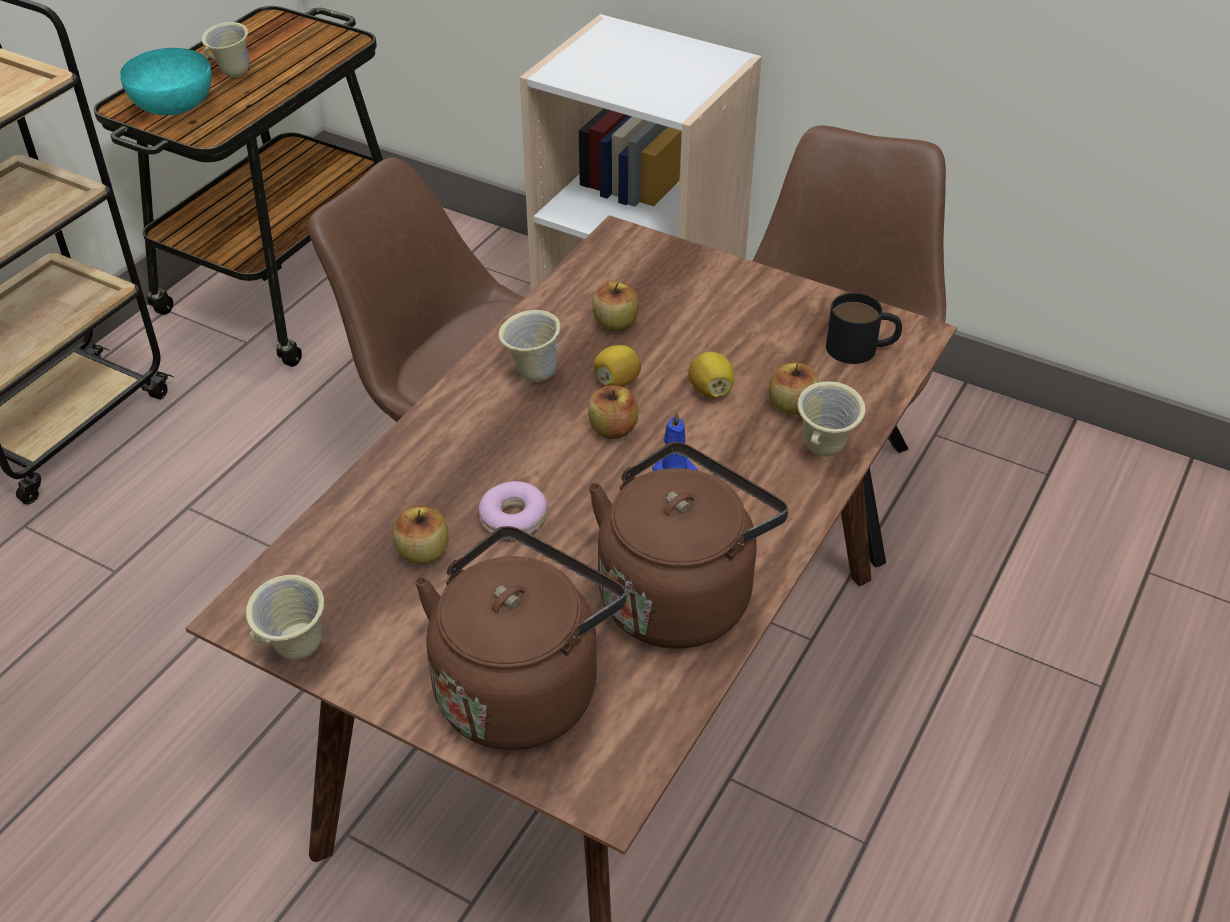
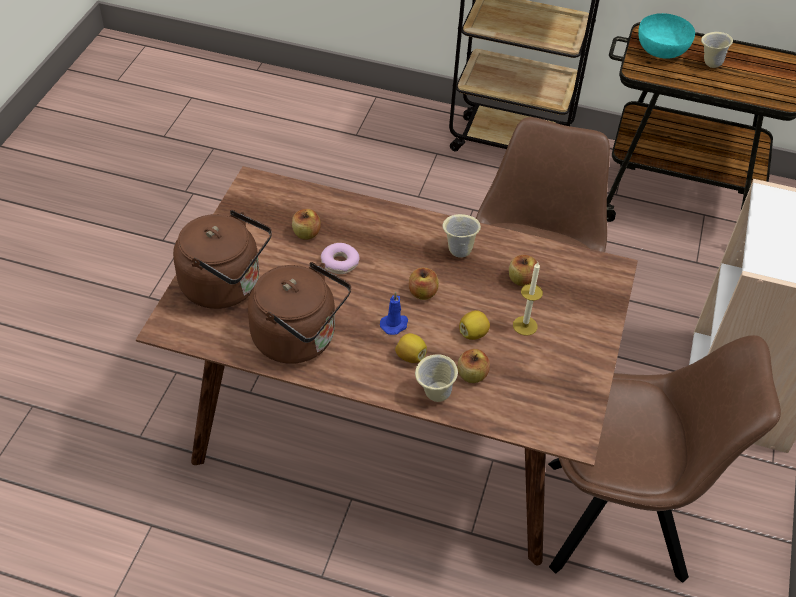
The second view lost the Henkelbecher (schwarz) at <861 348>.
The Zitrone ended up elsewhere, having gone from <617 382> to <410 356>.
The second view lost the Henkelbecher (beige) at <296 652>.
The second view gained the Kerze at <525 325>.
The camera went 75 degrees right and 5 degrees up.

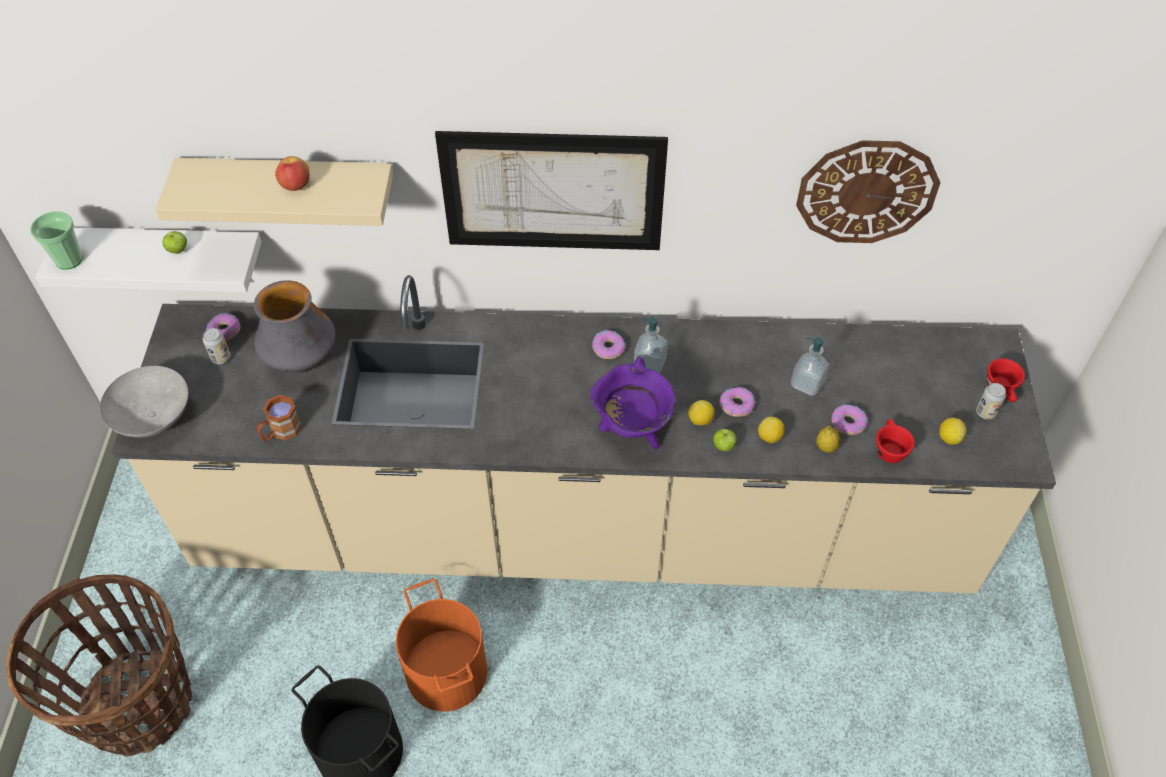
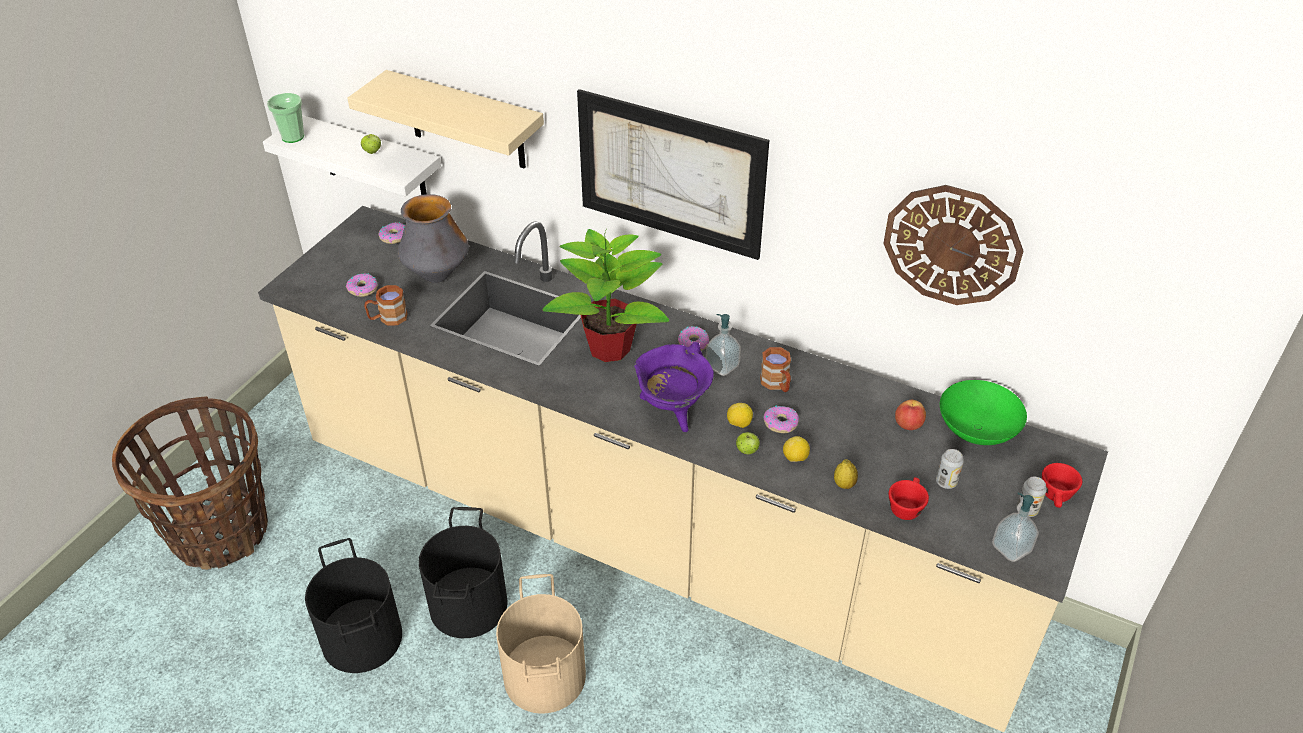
The Apfel ended up elsewhere, having gone from <296 185> to <908 425>.
The Dose ended up elsewhere, having gone from <221 357> to <946 482>.
The Seifenspender ended up elsewhere, having gone from <807 384> to <1011 548>.
The second view lost the Schüssel (grau) at <155 419>.
The Donut ended up elsewhere, having gone from <848 423> to <362 289>.
The second view lost the Zitrone at <949 438>.
What was the Eimer (orange) at <448 671> turned into the Eimer (schwarz) at <469 605>.
The second view gained the Topfpflanze at <611 348>.
The second view gained the Henkelbecher (braun) at <777 384>.
The second view gained the Schüssel (grün) at <976 430>.
The second view gained the Eimer (beige) at <546 676>.
The camera went 25 degrees right and 10 degrees down.

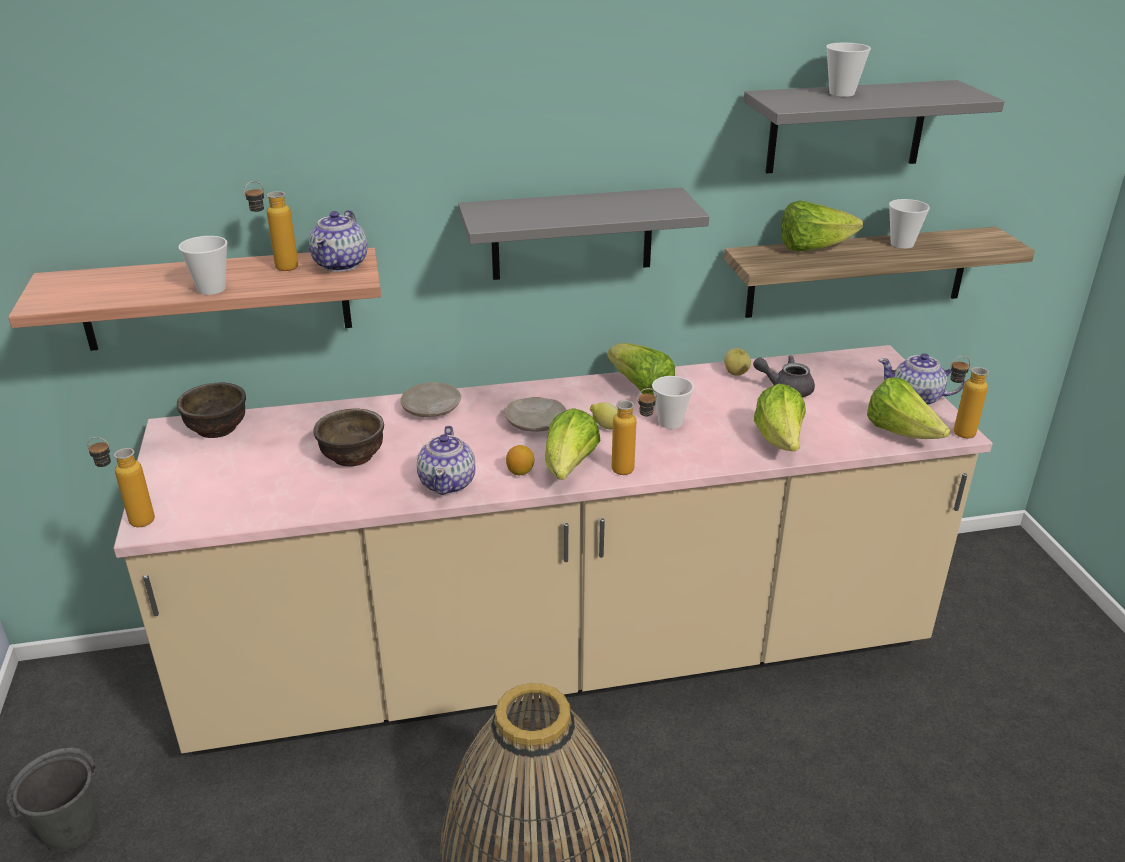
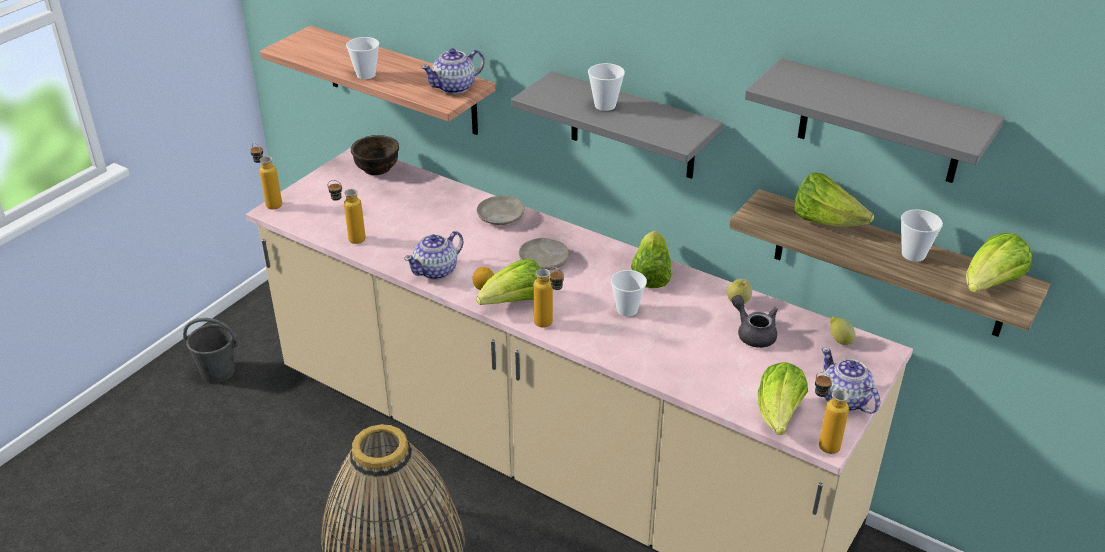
The Tasse ended up elsewhere, having gone from <842 93> to <605 105>.
The Flasche ended up elsewhere, having gone from <278 269> to <350 239>.
The Salatkopf ended up elsewhere, having gone from <779 441> to <989 286>.
The Zitrone ended up elsewhere, having gone from <605 427> to <839 340>.
The second view lost the Schüssel (braun) at <353 456>.
The camera went 45 degrees right and 5 degrees up.

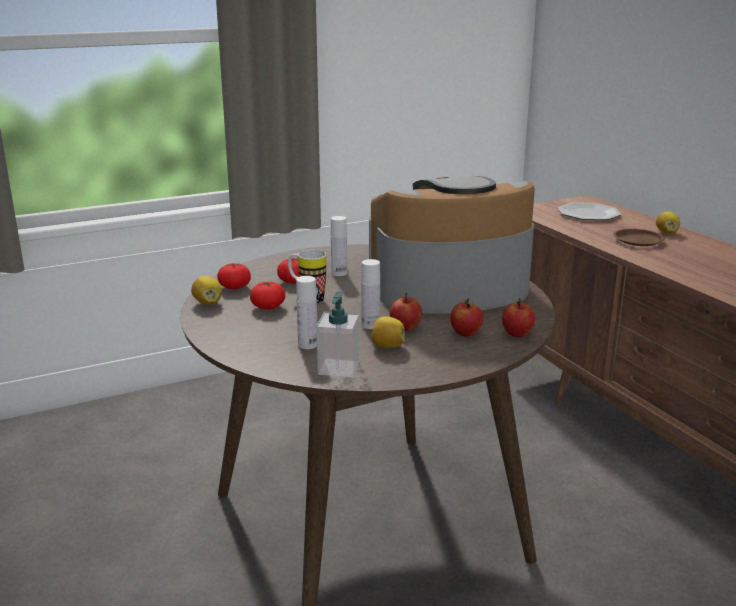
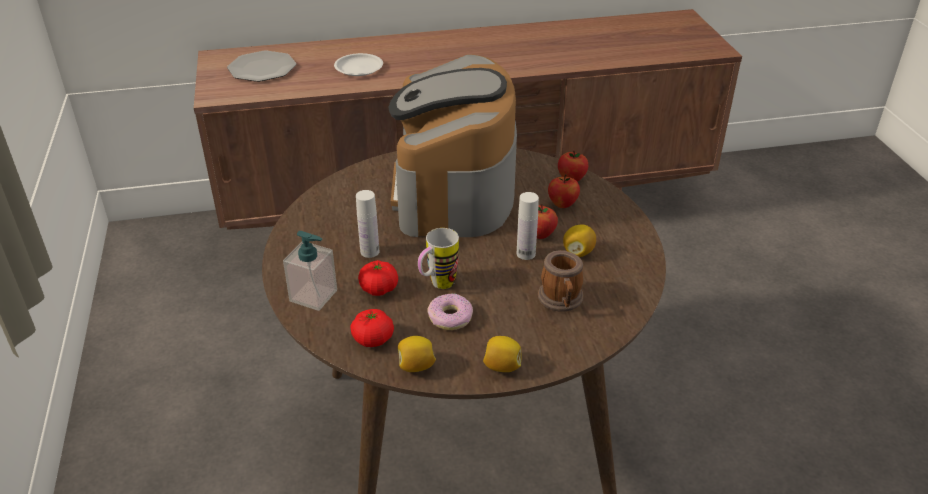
The Zitrone ended up elsewhere, having gone from <666 232> to <501 366>.
What was the Teller (braun) at <637 240> turned into the Teller (weiß) at <358 68>.
Where the Flasche (weiß) stood at <308 345>, the Henkelbecher came to stand at <561 301>.
Where the Tomate stood at <268 307>, the Donut came to stand at <450 317>.
The Seifenspender ended up elsewhere, having gone from <338 368> to <313 296>.
The camera went 75 degrees left and 15 degrees up.

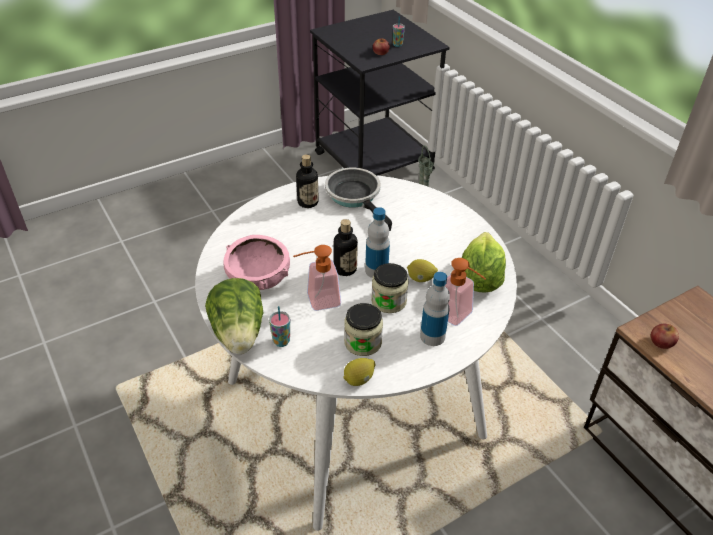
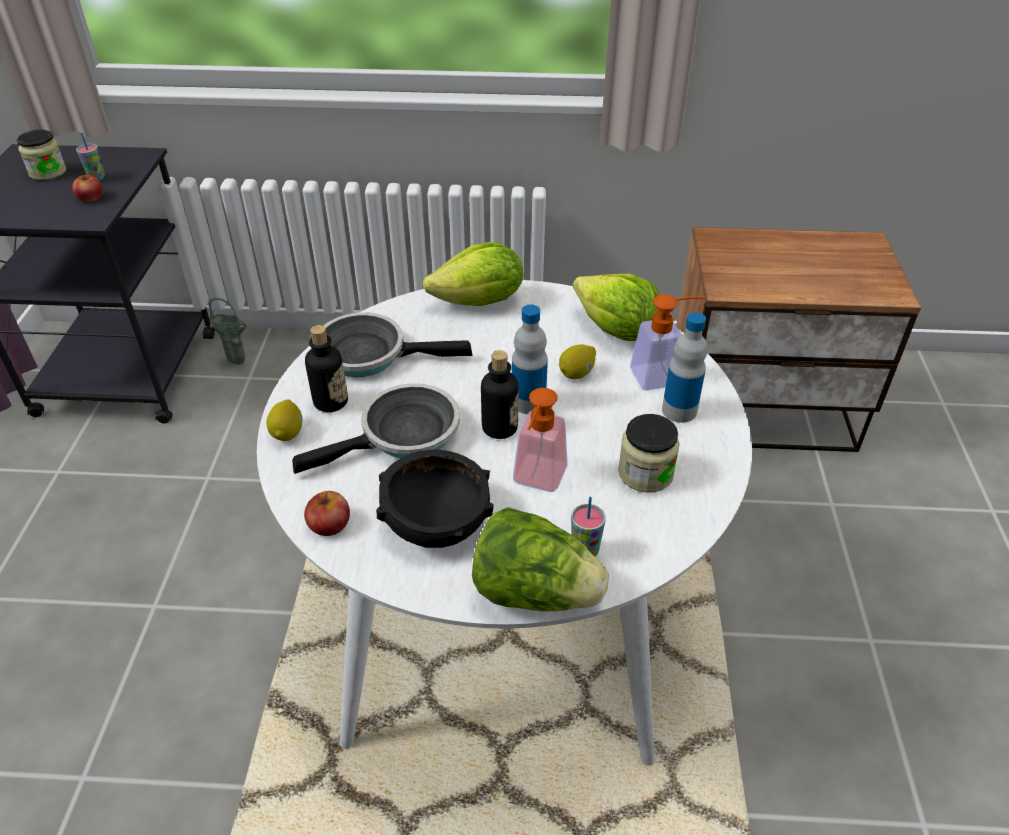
What was the Schüssel (rosa) at <258 278> turned into the Schüssel (schwarz) at <436 521>.
The Vorratsglas ended up elsewhere, having gone from <389 301> to <48 172>.
The Apfel ended up elsewhere, having gone from <661 342> to <329 524>.
The Zitrone ended up elsewhere, having gone from <359 379> to <288 433>.
The second view gained the Salatkopf at <480 302>.
The second view gained the Pfanne at <403 436>.
The camera went 55 degrees left and 0 degrees up.

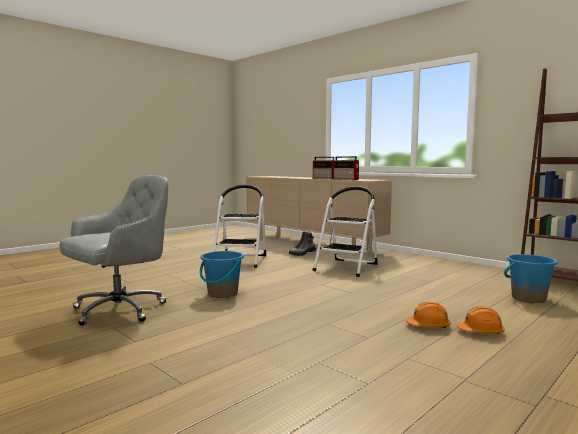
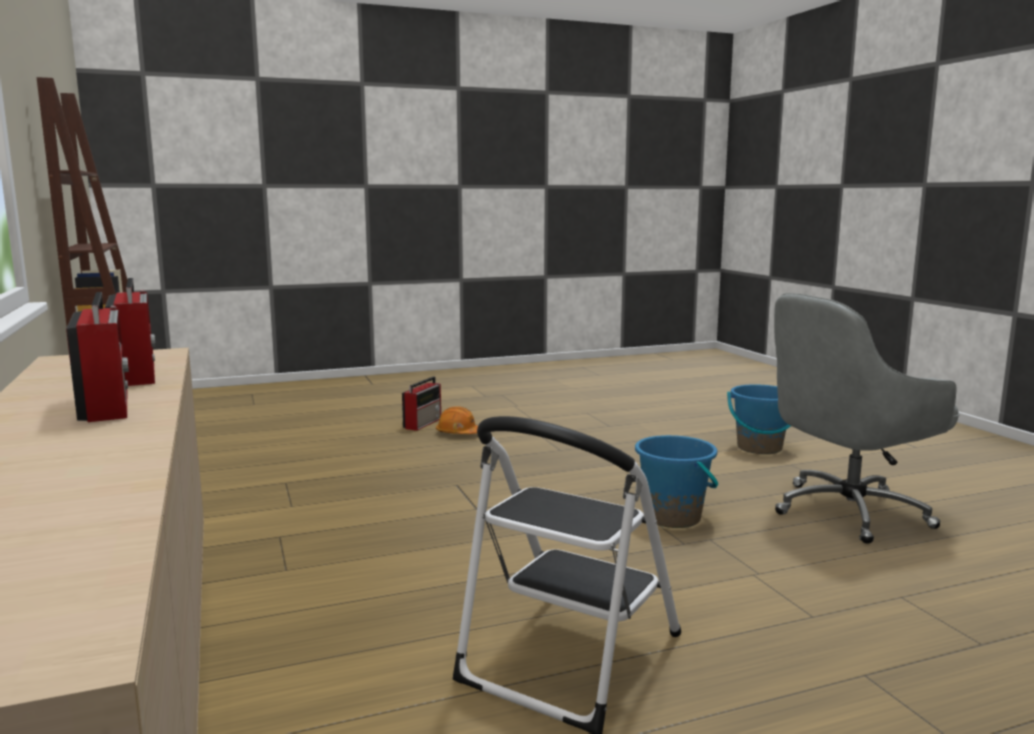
The second view lost the Trittleiter at <347 267>.
The second view lost the Stiefel at <302 254>.
The Eimer (blau) ended up elsewhere, having gone from <528 298> to <759 448>.
Where the Schutzhelm (orange) stood at <480 331>, the Radio came to stand at <423 423>.
The camera went 155 degrees left and 5 degrees up.

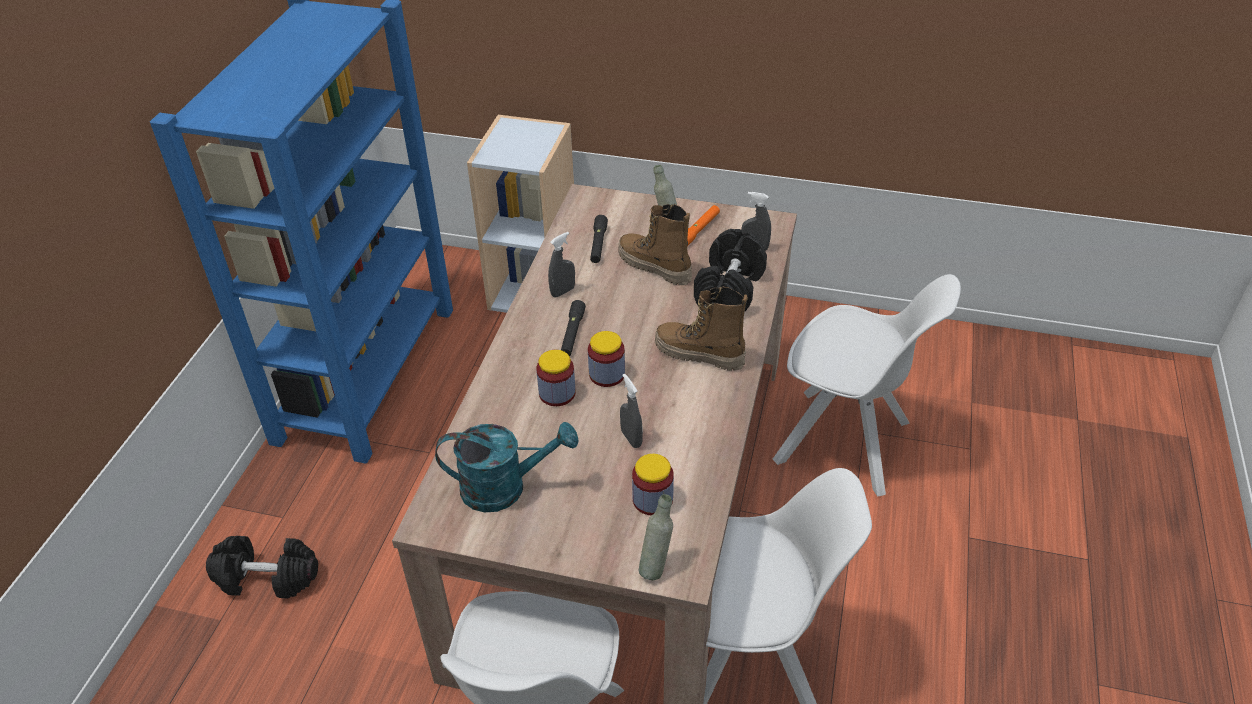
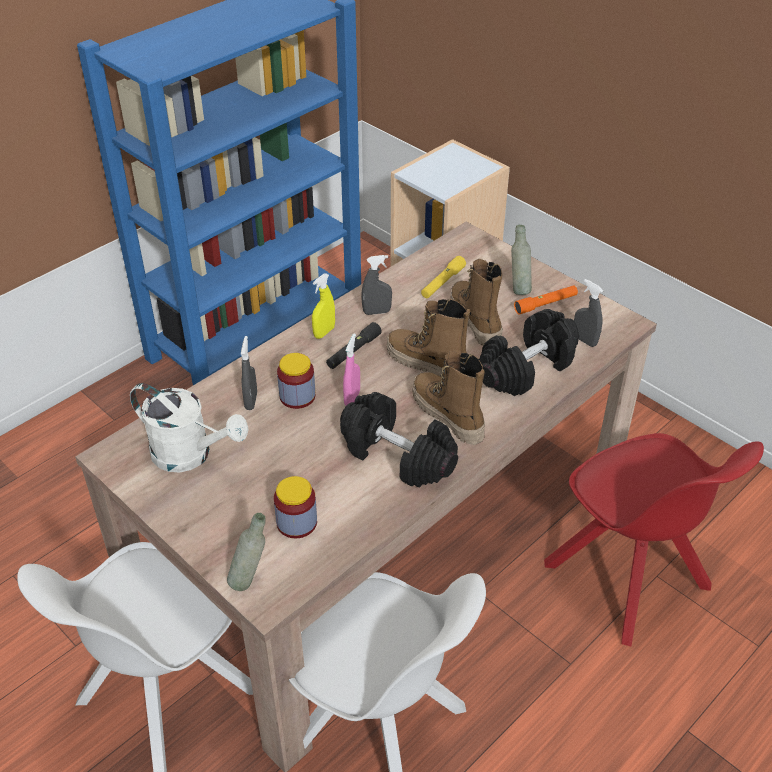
What was the Taschenlampe (schwarz) at <598 244> turned into the Taschenlampe (gelb) at <442 283>.
What was the Stuhl (weiß) at <845 443> turned into the Stuhl (rot) at <628 578>.
Where the Vorratsglas stood at <607 374>, the Sprühflasche (rosa) came to stand at <352 398>.
The Sprühflasche (grau) ended up elsewhere, having gone from <631 438> to <251 401>.
What was the Gießkanne (türkis) at <505 487> turned into the Gießkanne (weiß) at <190 455>.
The Hantel (schwarz) ended up elsewhere, having gone from <267 578> to <397 456>.
The second view gained the Sprühflasche (gelb) at <324 332>.
The second view gained the Stiefel at <427 365>.
The camera went 30 degrees right and 0 degrees up.

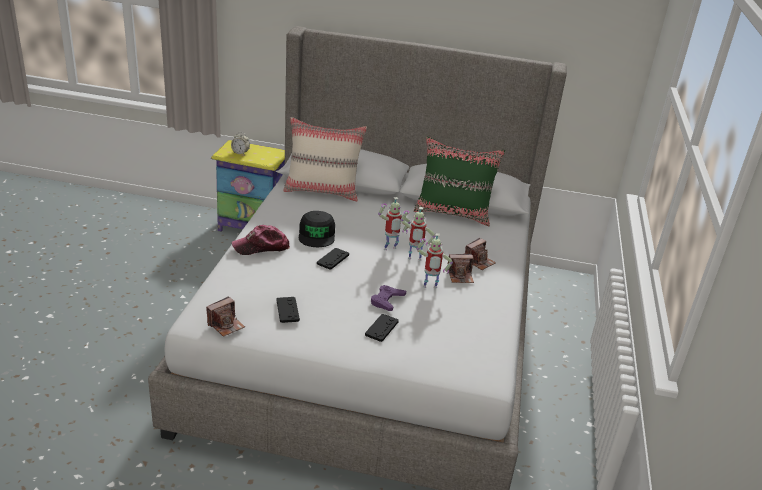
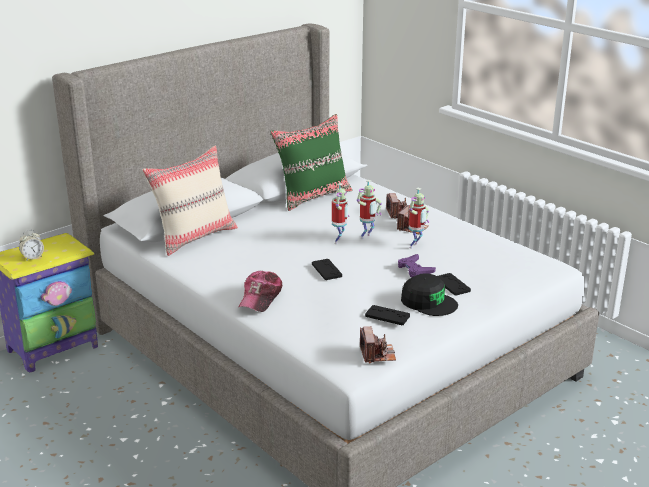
The Kappe (schwarz) ended up elsewhere, having gone from <317 234> to <428 302>.
The camera went 50 degrees left and 5 degrees down.

